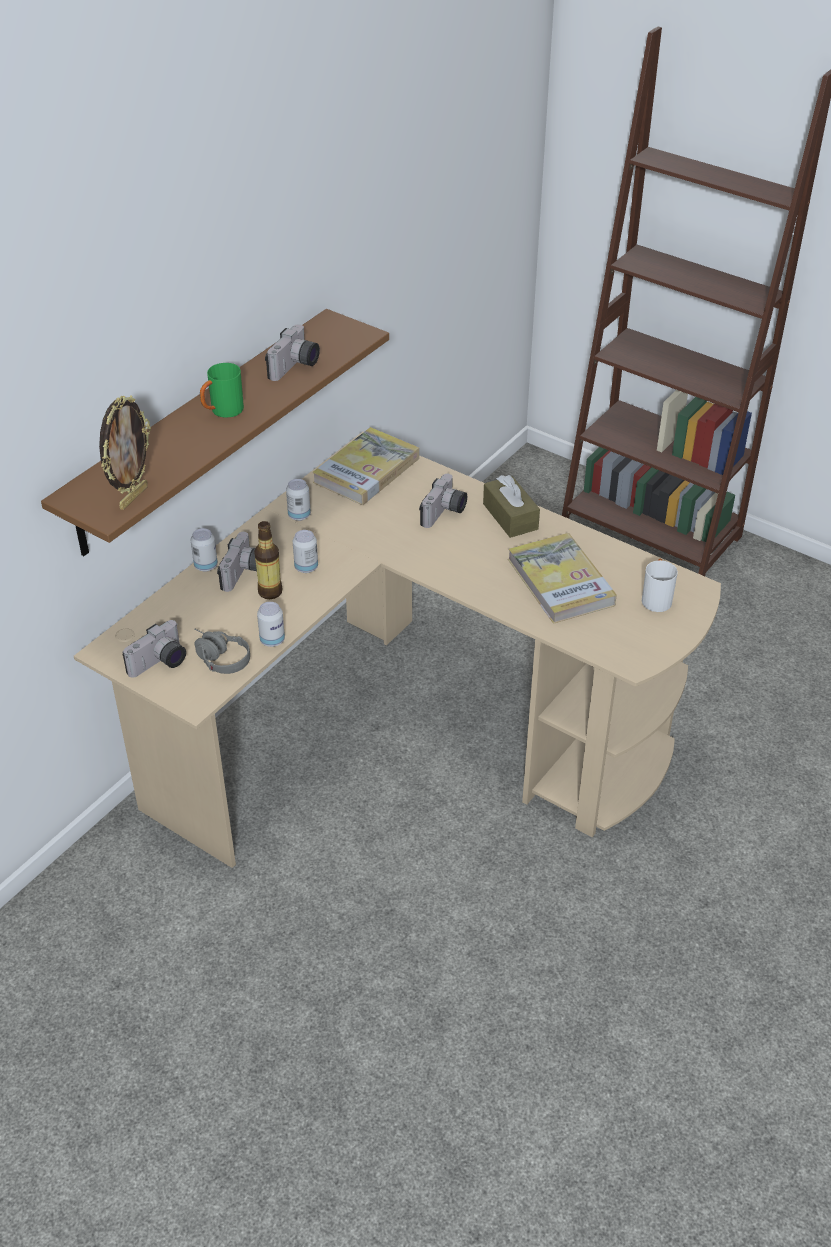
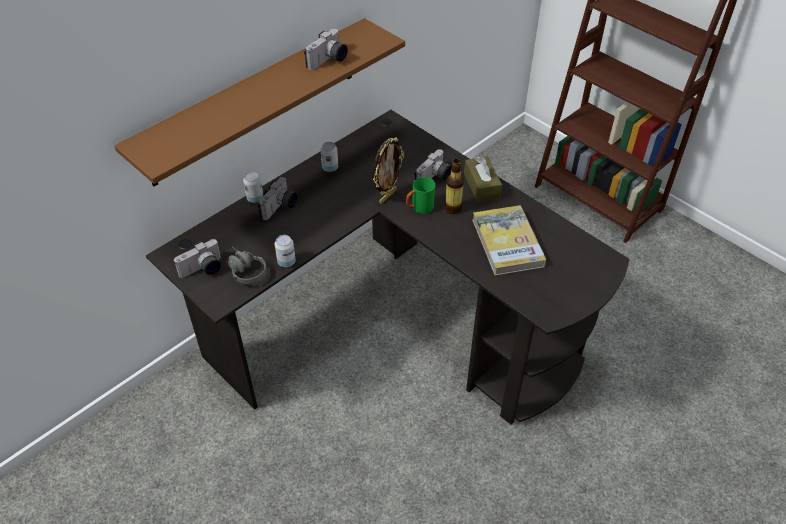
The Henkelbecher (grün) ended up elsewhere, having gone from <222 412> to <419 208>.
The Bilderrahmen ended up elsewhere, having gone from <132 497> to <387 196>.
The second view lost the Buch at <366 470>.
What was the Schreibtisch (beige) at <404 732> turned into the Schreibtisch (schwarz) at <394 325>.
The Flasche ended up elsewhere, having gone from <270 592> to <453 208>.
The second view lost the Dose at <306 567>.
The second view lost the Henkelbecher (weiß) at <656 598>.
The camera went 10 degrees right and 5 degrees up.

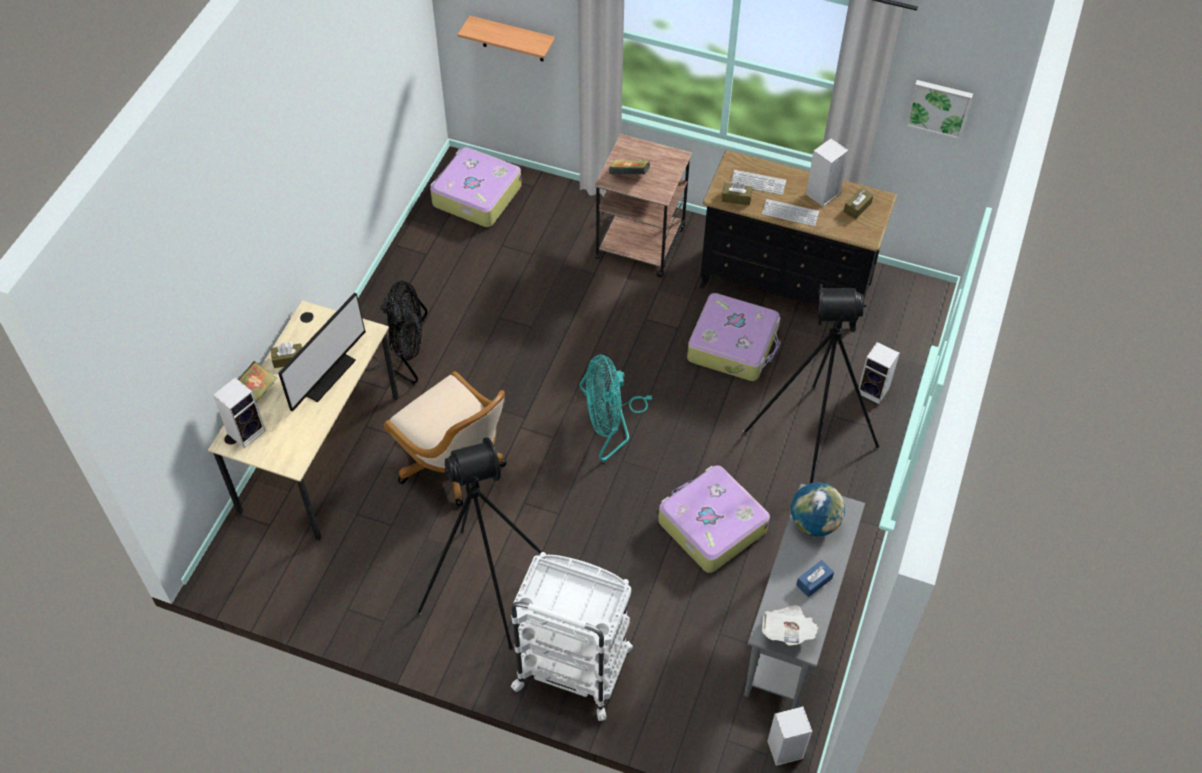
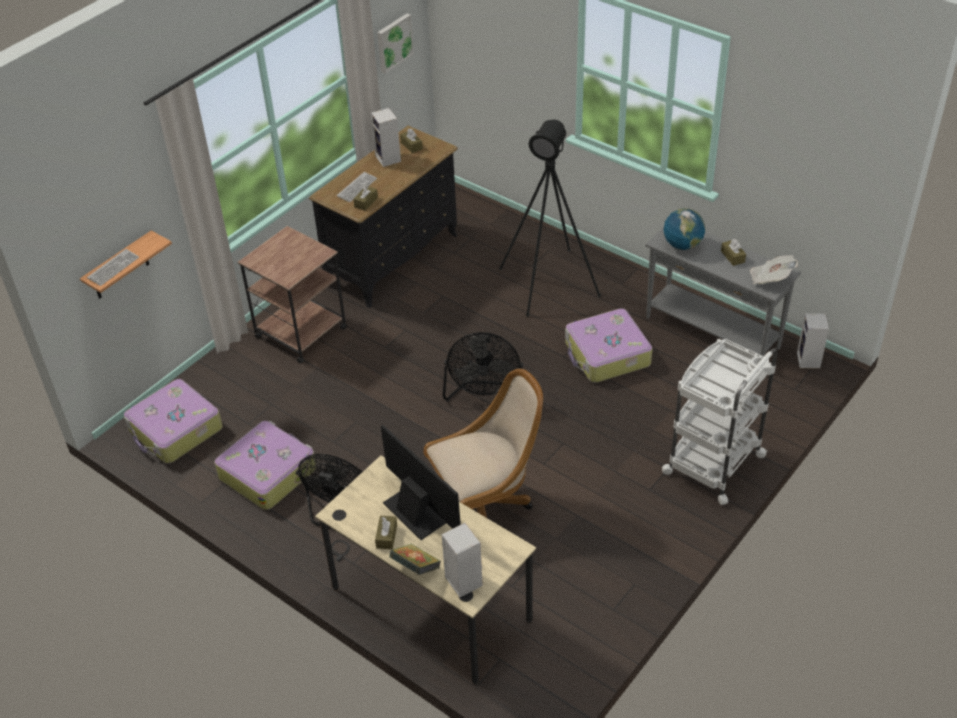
The second view lost the Buch at <629 175>.
The Tastatur ended up elsewhere, having gone from <790 213> to <113 268>.
The Koffer ended up elsewhere, having gone from <733 345> to <268 472>.
The second view lost the Lautsprecher at <874 391>.
What was the Ventilator (türkis) at <610 421> turned into the Ventilator (schwarz) at <482 391>.
The second view lost the Stehlampe (schwarz) at <486 588>.
What was the Taschentuchbox (blau) at <814 582> turned into the Taschentuchbox (braun) at <732 257>.
The camera went 70 degrees left and 10 degrees down.

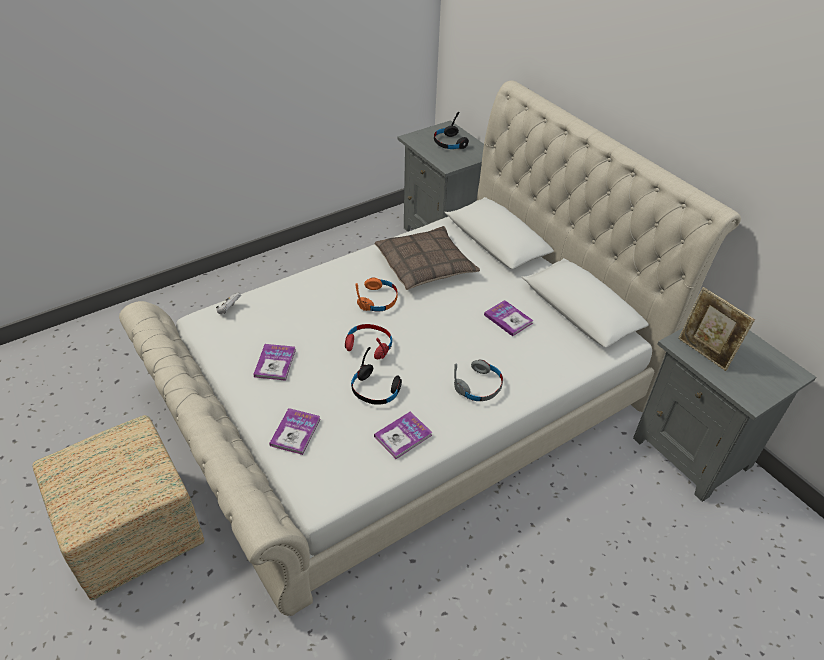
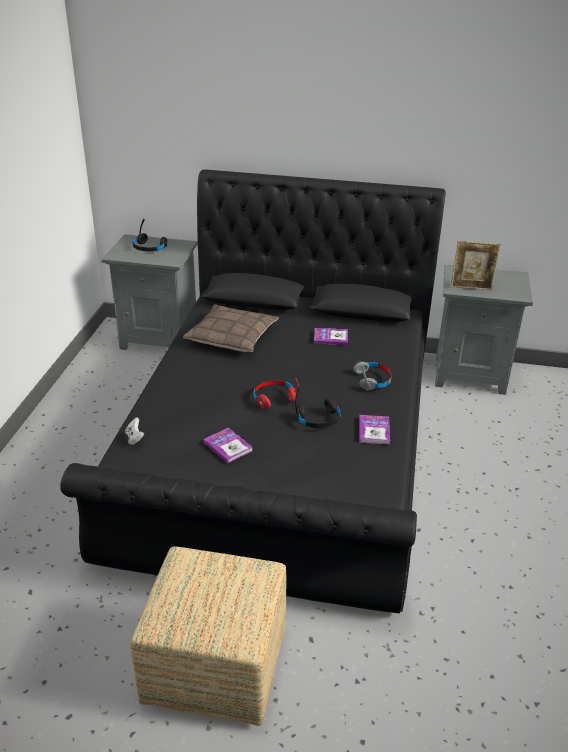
What was the Bett (beige) at <409 395> turned into the Bett (schwarz) at <282 446>.
The second view lost the Kopfhörer (orange) at <378 300>.
The second view lost the Buch at <295 432>.
The camera went 45 degrees left and 10 degrees down.

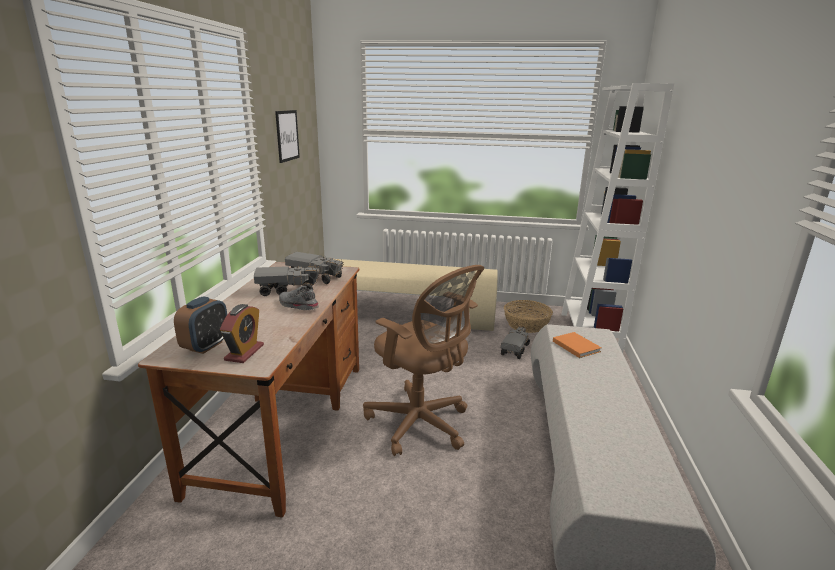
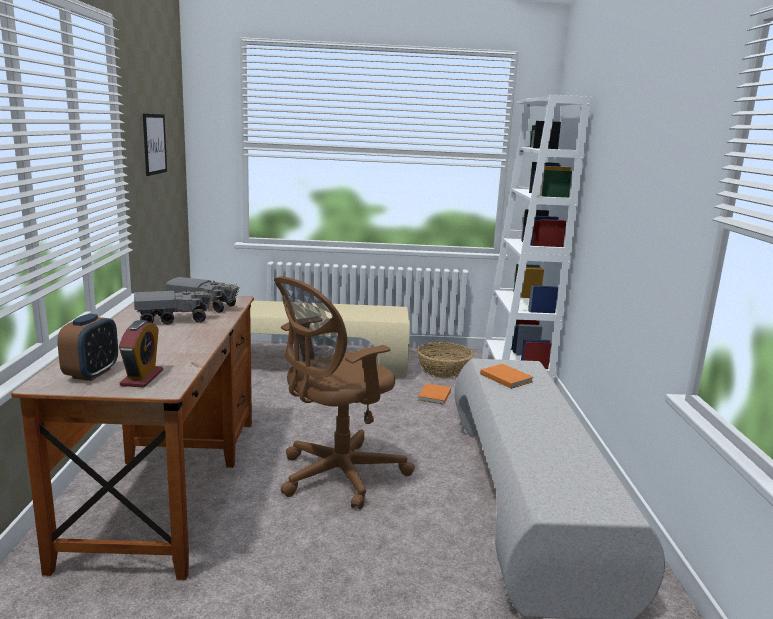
The Bürostuhl (braun) at <421 424> ended up facing another way, 105 degrees clockwise from before.
The second view lost the Schuh (grau) at <297 306>.
Where the Spielzeuglaster stood at <514 350>, the Buch (orange) came to stand at <433 396>.
The camera went 10 degrees left and 5 degrees down.

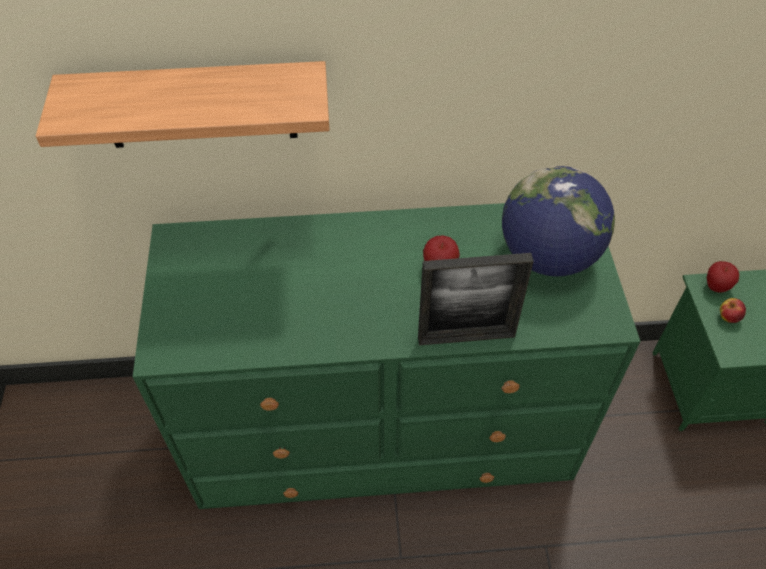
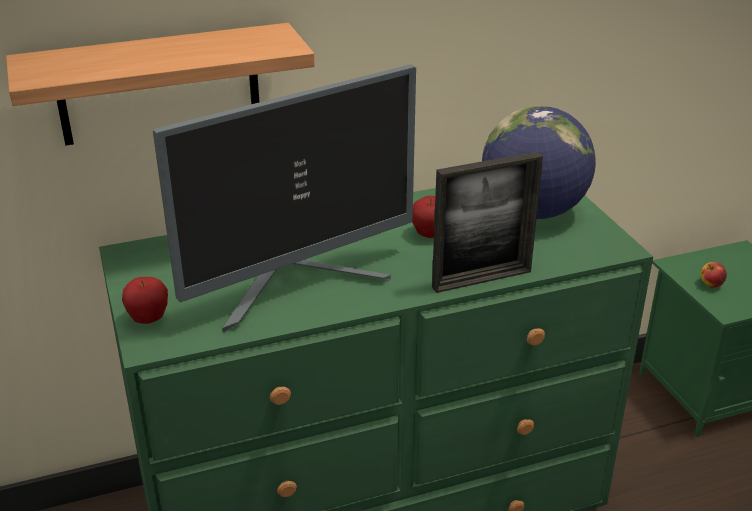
The Apfel ended up elsewhere, having gone from <716 287> to <148 319>.
The second view gained the Monitor at <298 284>.
The camera went 15 degrees left and 20 degrees down.

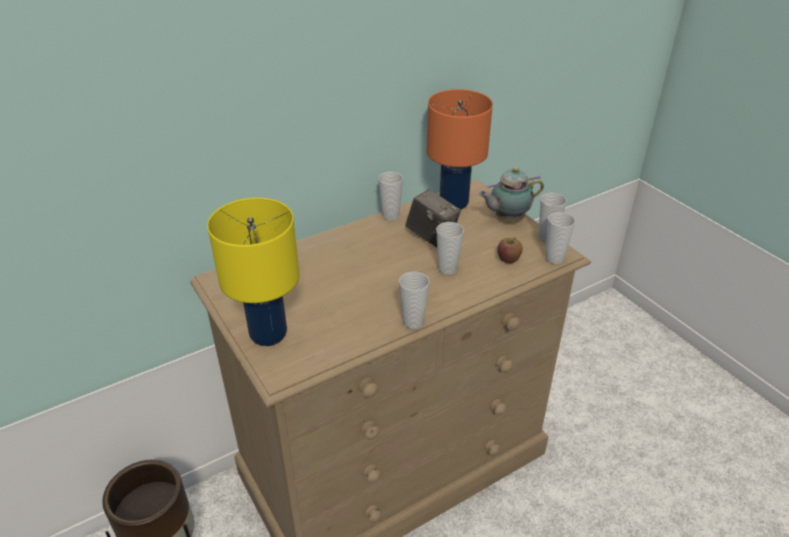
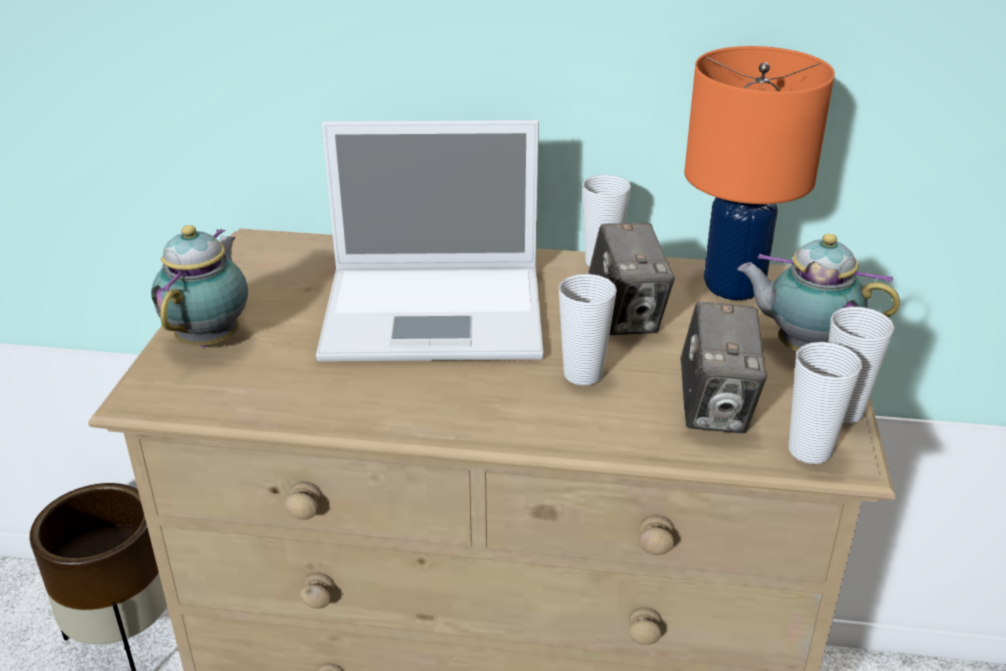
Where the Tischlampe (gelb) stood at <270 335>, the Teekanne came to stand at <212 338>.
Where the Apfel stood at <508 259>, the Kamera came to stand at <715 409>.
The second view lost the Tasse at <413 322>.
The second view gained the Laptop at <439 312>.
The camera went 40 degrees right and 5 degrees down.

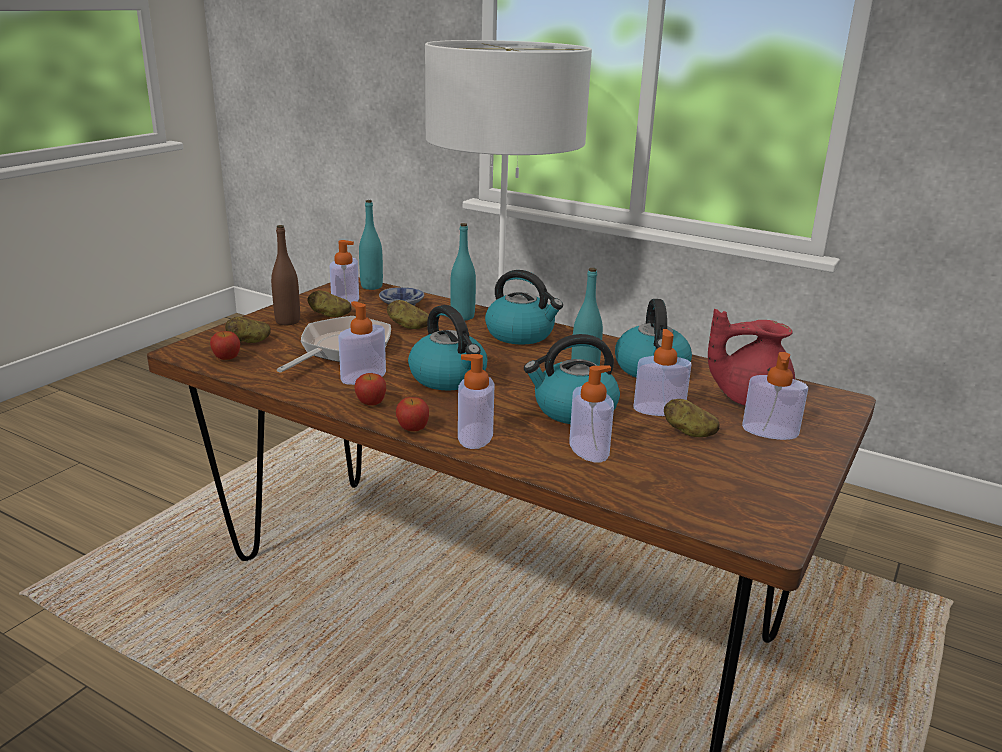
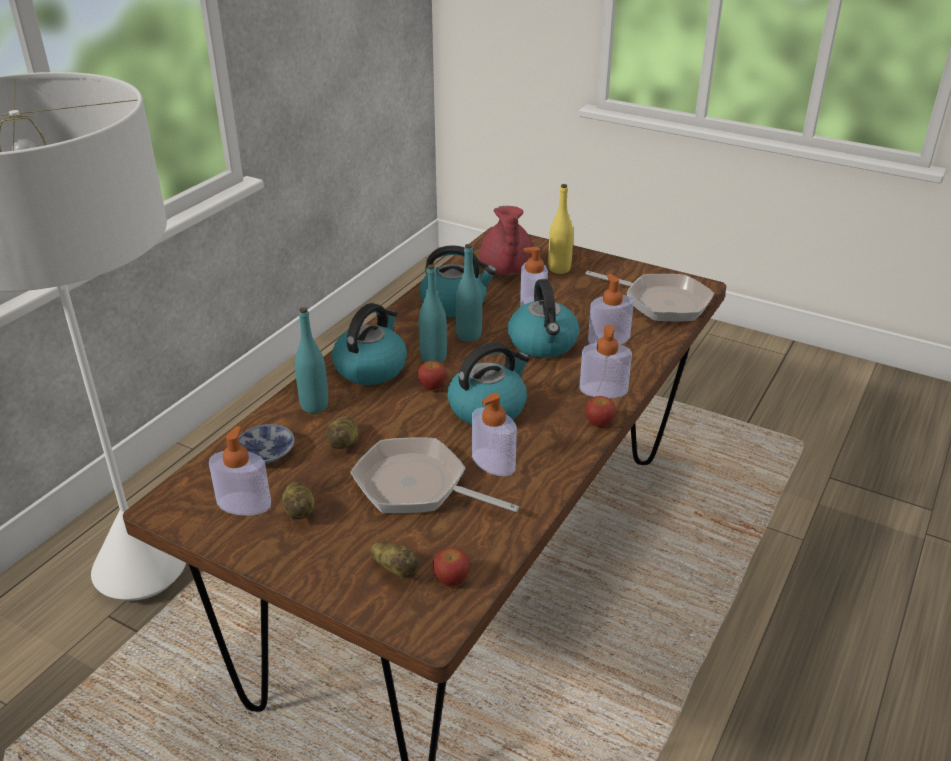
The Flasche (türkis) ended up elsewhere, having gone from <371 286> to <433 358>.
The second view lost the Flasche (braun) at <287 321>.
Where the Seifenspender stood at <770 431>, the Flasche (gelb) came to stand at <559 269>.
The Apfel ended up elsewhere, having gone from <371 402> to <432 387>.
The second view lost the Kartoffel at <689 432>.
The second view gained the Pfanne at <661 302>.
The camera went 90 degrees left and 10 degrees up.

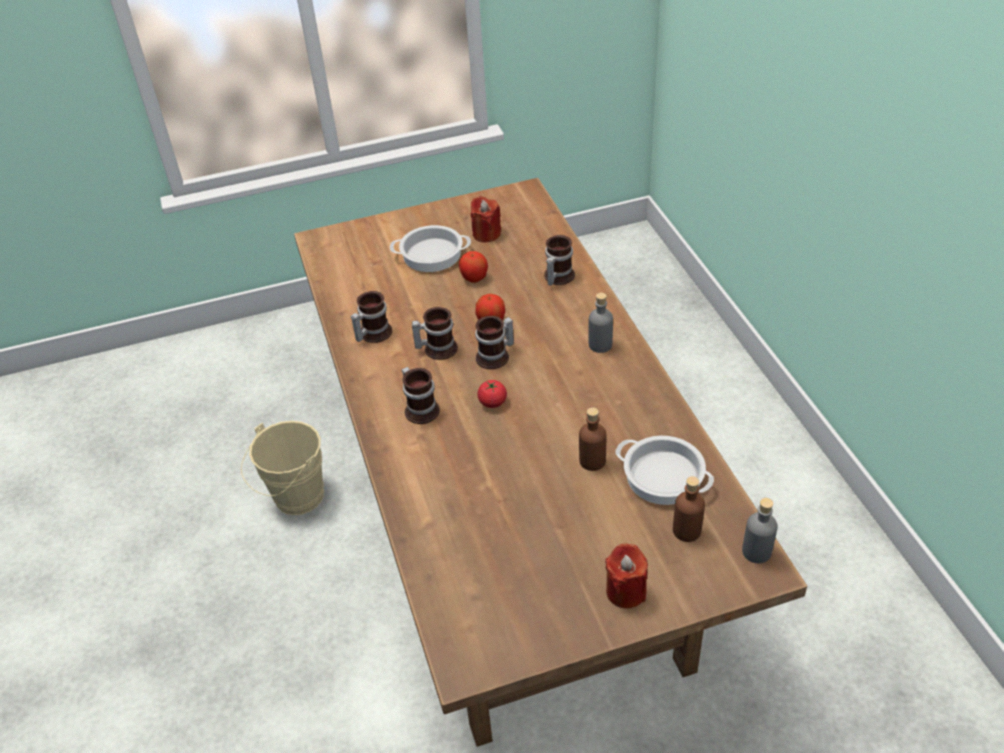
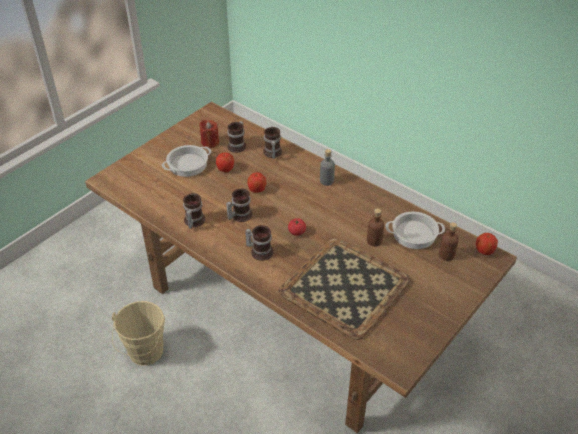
The Henkelbecher ended up elsewhere, having gone from <496 357> to <238 145>.
Where the Flasche (grau) stood at <756 552>, the Apfel came to stand at <484 251>.
The second view lost the Kerze (rot) at <626 591>.
The second view gained the Tablett at <345 287>.
The camera went 35 degrees left and 0 degrees up.

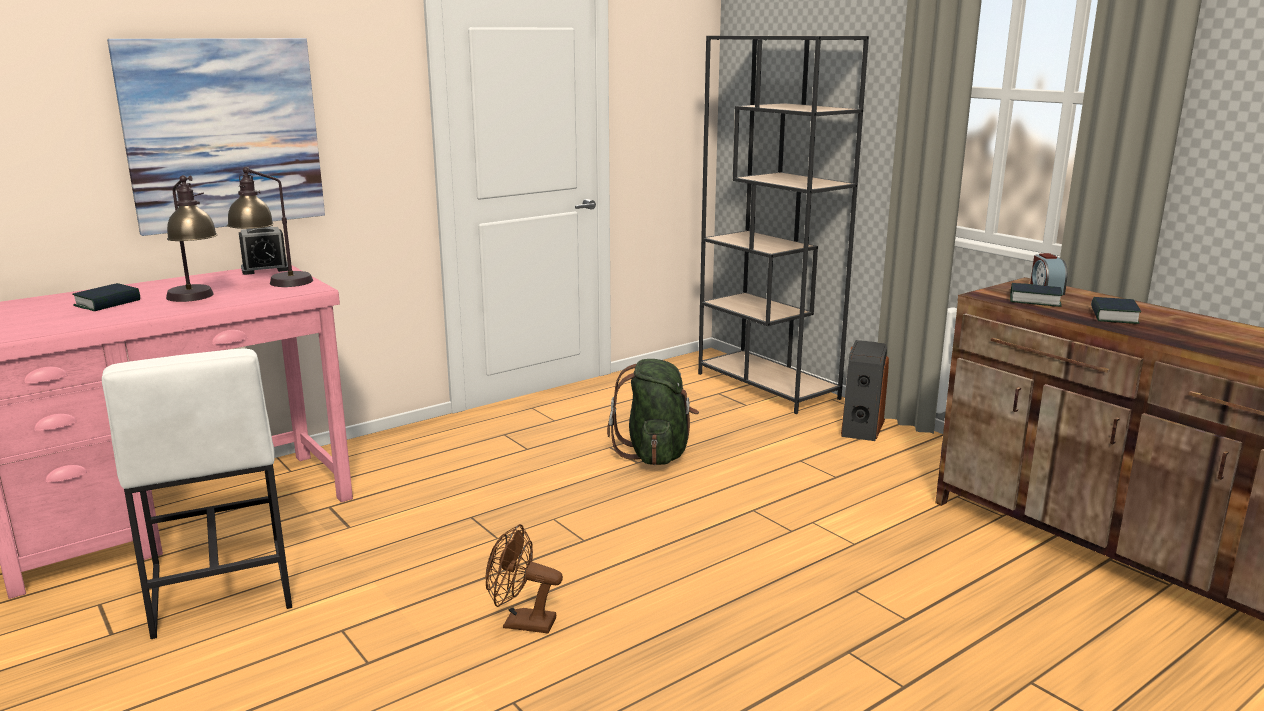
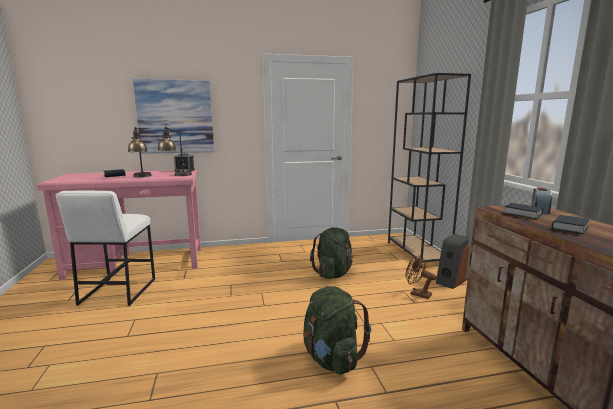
The Ventilator (braun) ended up elsewhere, having gone from <521 623> to <417 294>.
The second view gained the Rucksack (grün) at <331 358>.
The camera went 25 degrees right and 5 degrees down.

